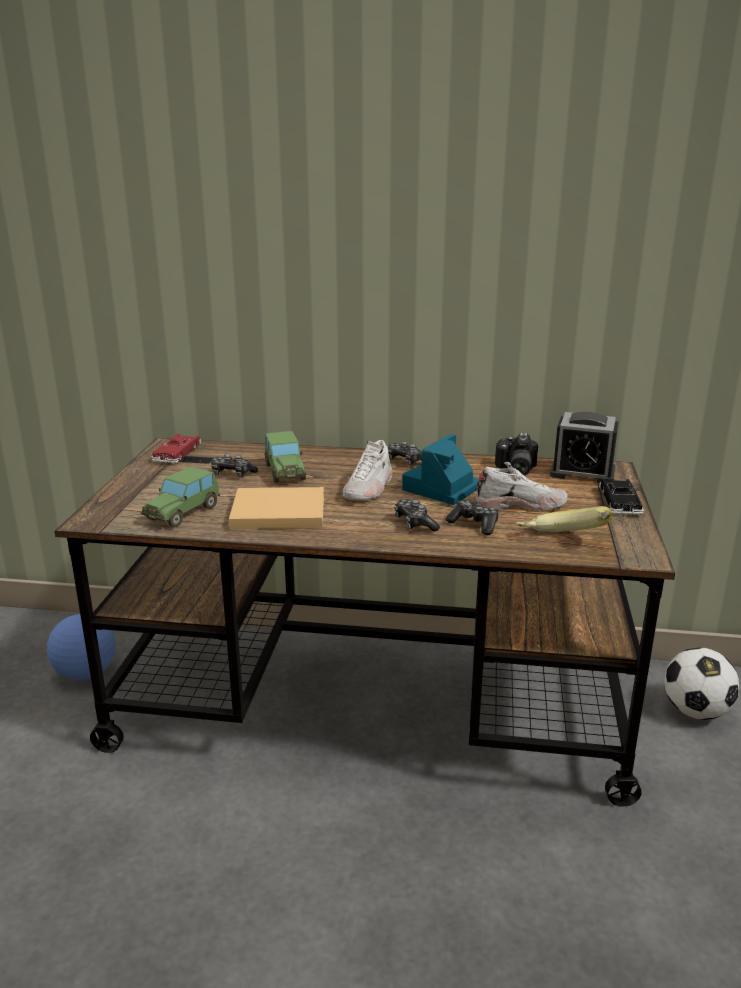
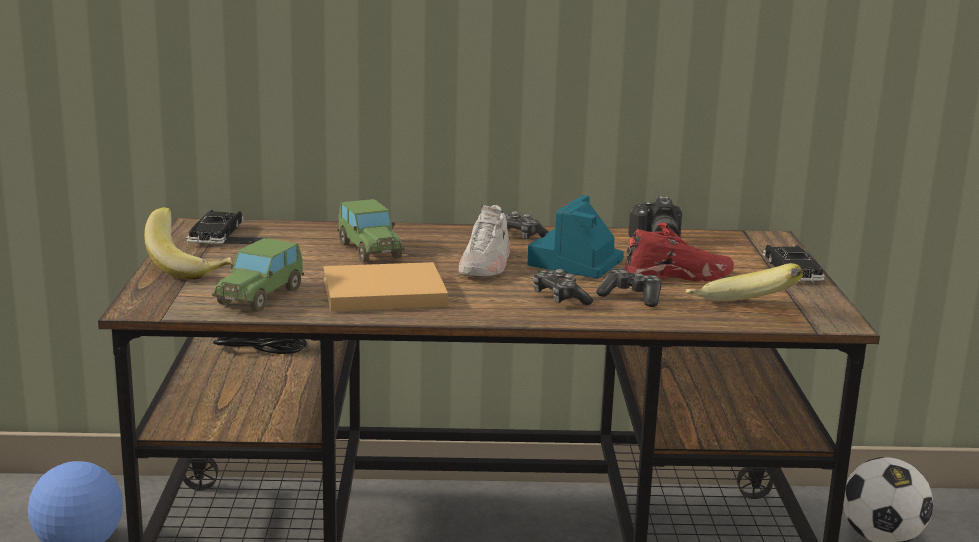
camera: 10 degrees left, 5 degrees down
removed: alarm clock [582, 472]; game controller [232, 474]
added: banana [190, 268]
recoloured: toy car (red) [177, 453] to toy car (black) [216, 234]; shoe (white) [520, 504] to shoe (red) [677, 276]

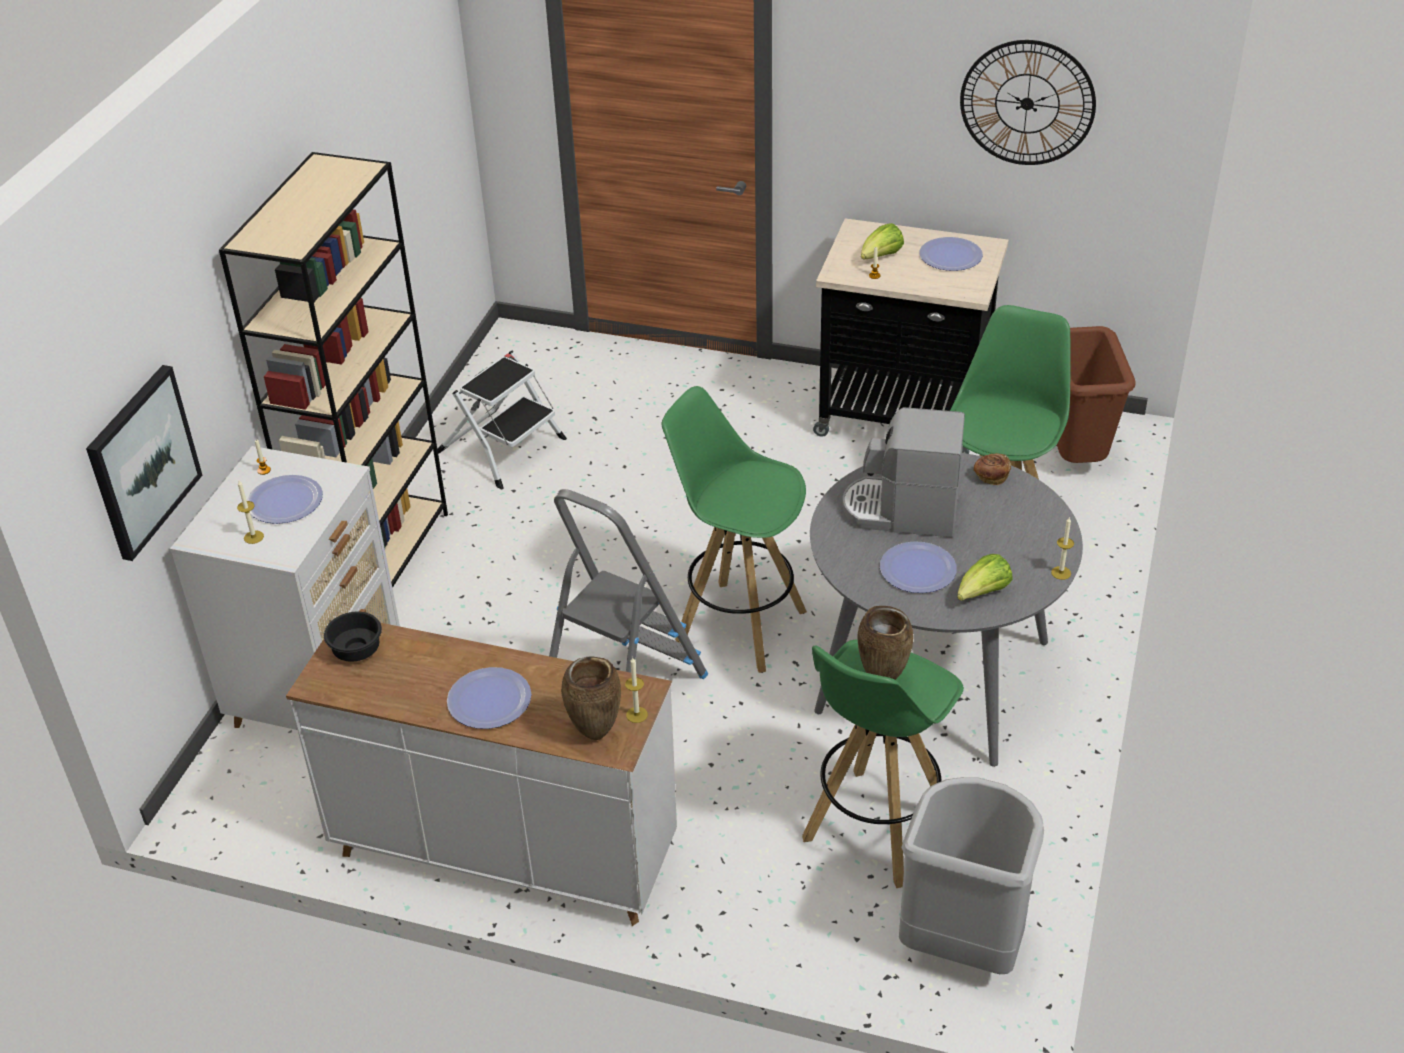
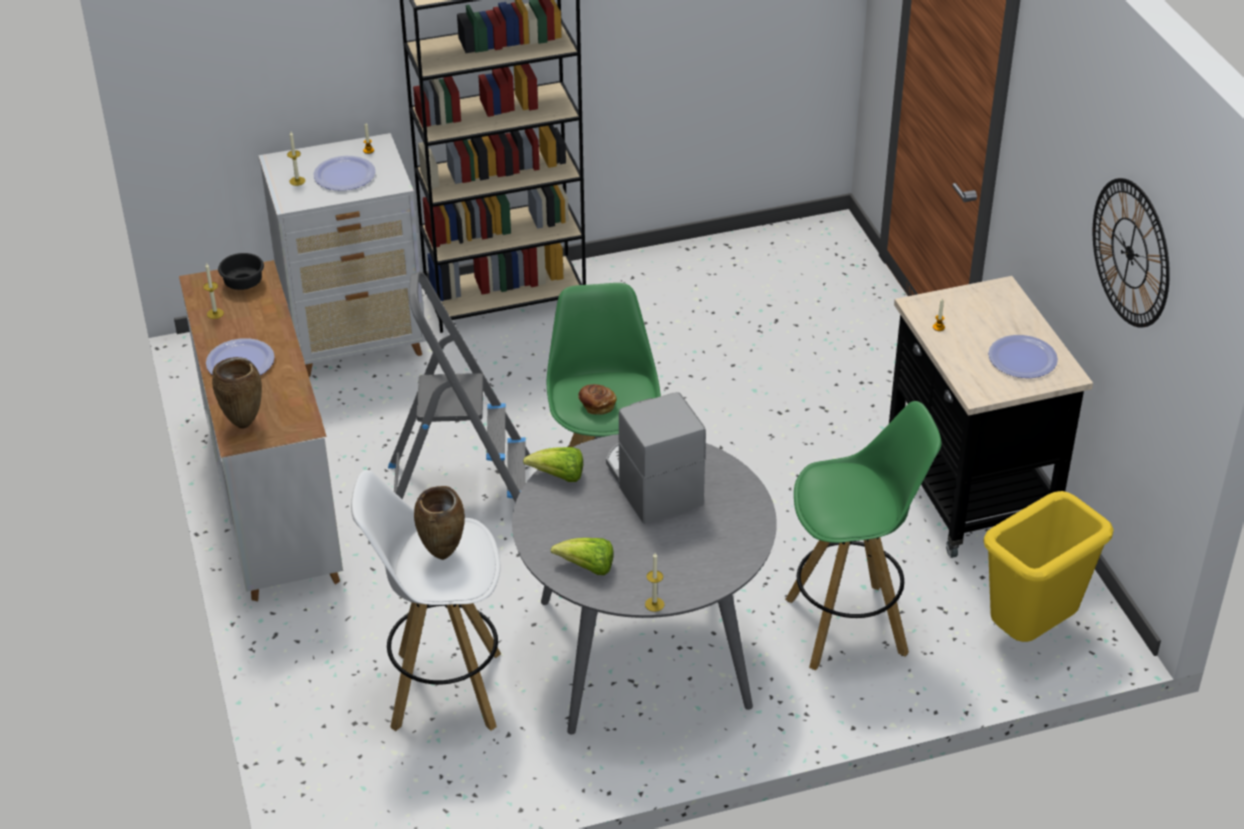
camera: 55 degrees right, 0 degrees up
removed: step ladder [501, 448]; picture [142, 461]; plate [917, 569]; trash can (grey) [962, 944]
moved: lettuce [881, 257] to [559, 476]; bread [991, 476] to [596, 405]; candle [636, 714] to [215, 313]
recoloured: trash can (brown) [1075, 458] to trash can (yellow) [1031, 631]; stool (green) [874, 828] to stool (white) [443, 689]

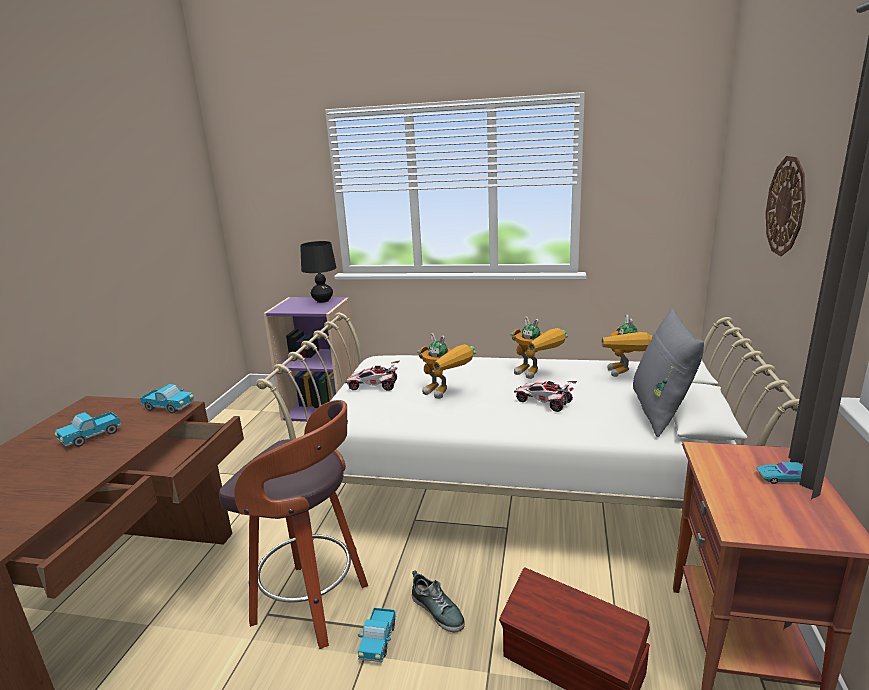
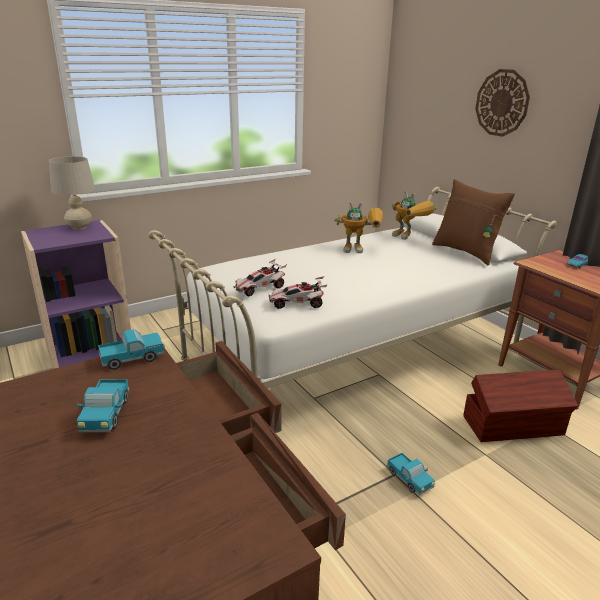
camera: 45 degrees left, 5 degrees up
removed: toy robot [446, 394]; stool [314, 604]; shoe [438, 610]
moved: toy car [543, 403] to [297, 304]
recoloured: table lamp (black) [323, 301] to table lamp (beige) [79, 227]; pillow (grey) [660, 412] to pillow (brown) [465, 253]

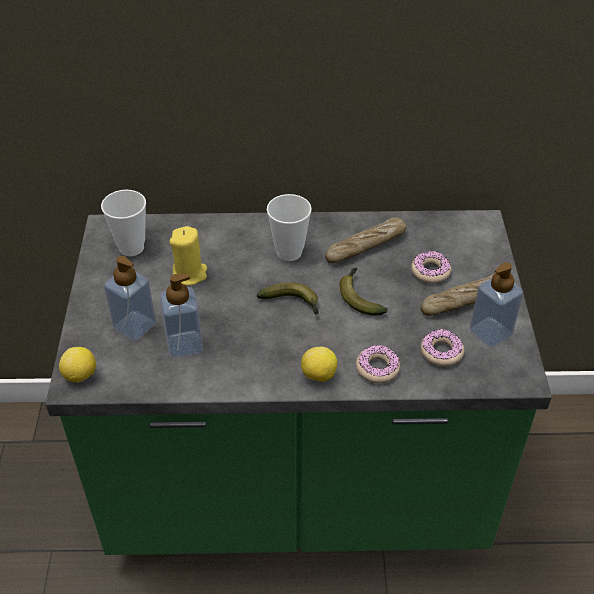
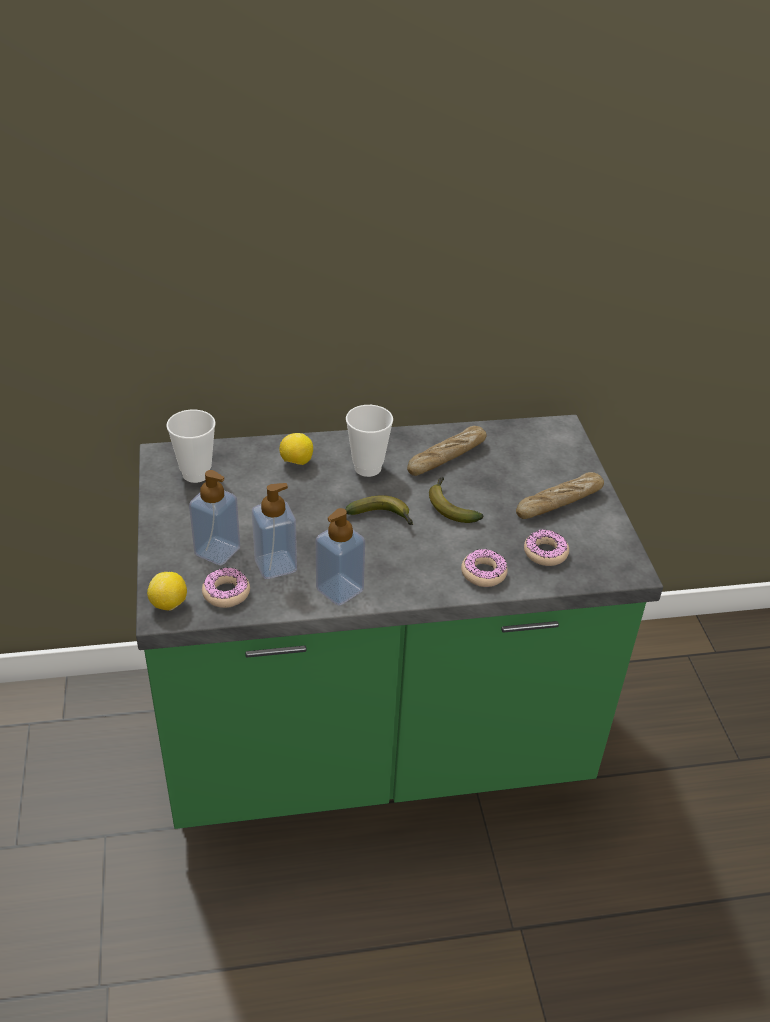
camera: 10 degrees left, 5 degrees down
removed: candle (yellow) [189, 274]
moved: donut [430, 272] to [226, 593]; soap dispenser [490, 332] to [339, 590]; lemon [318, 375] to [296, 462]

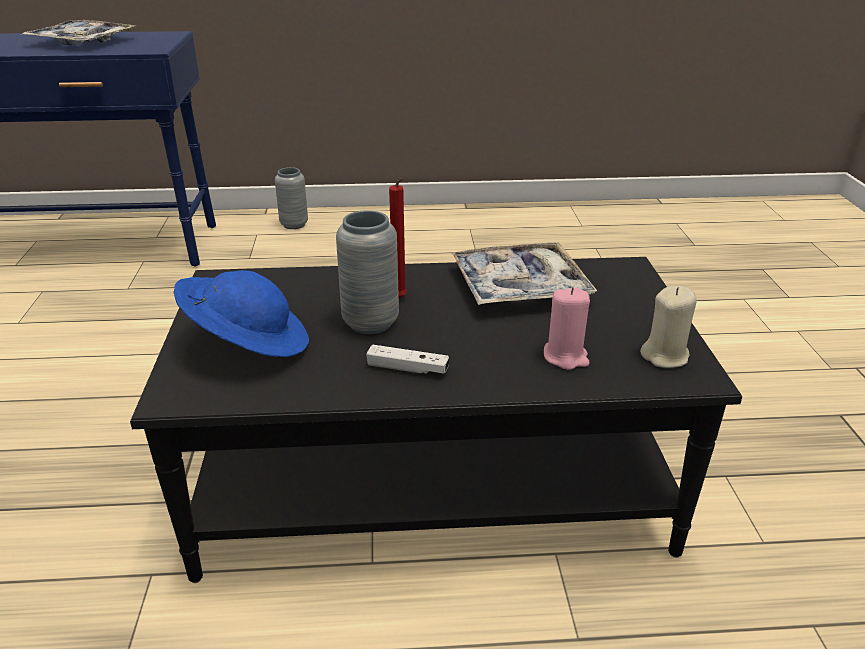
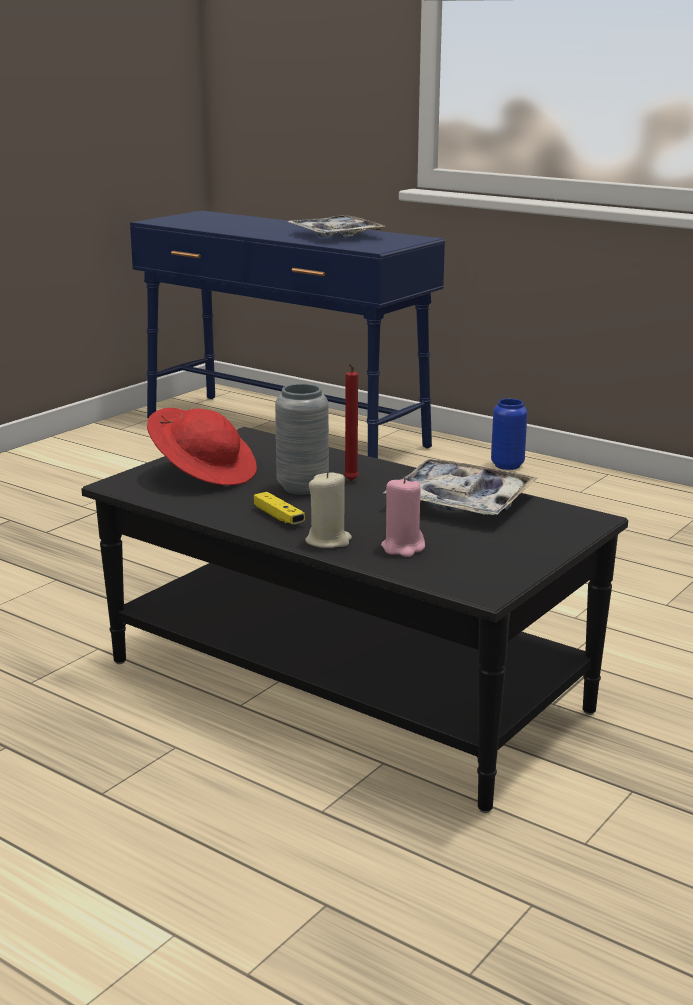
camera: 40 degrees right, 10 degrees down
moved: candle (beige) [665, 356] to [328, 541]
recoloured: vase (grey) [294, 225] to vase (blue) [507, 465]; hat (blue) [247, 343] to hat (red) [204, 473]; game controller (white) [407, 368] to game controller (yellow) [279, 517]

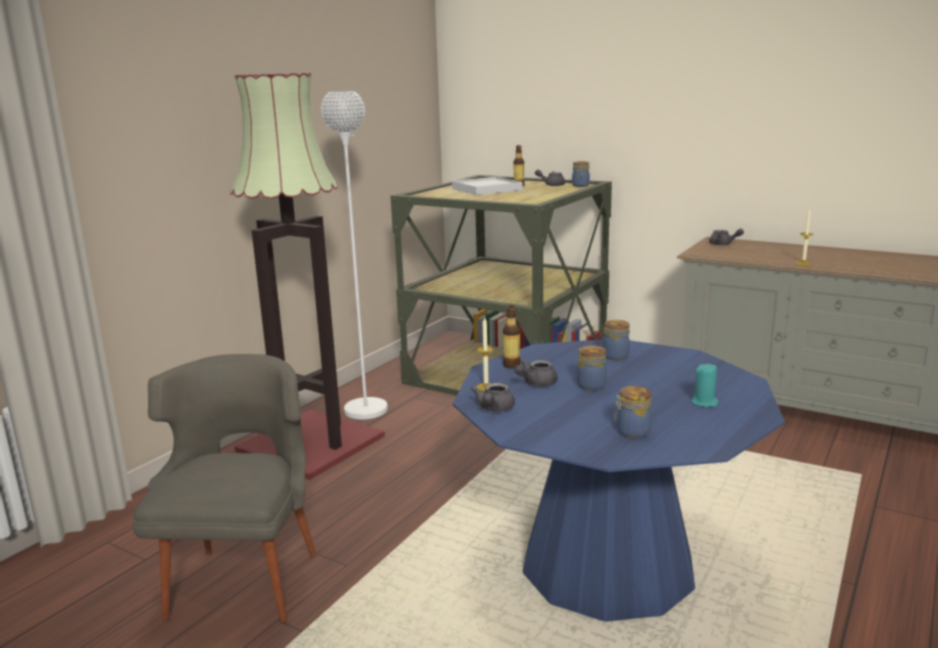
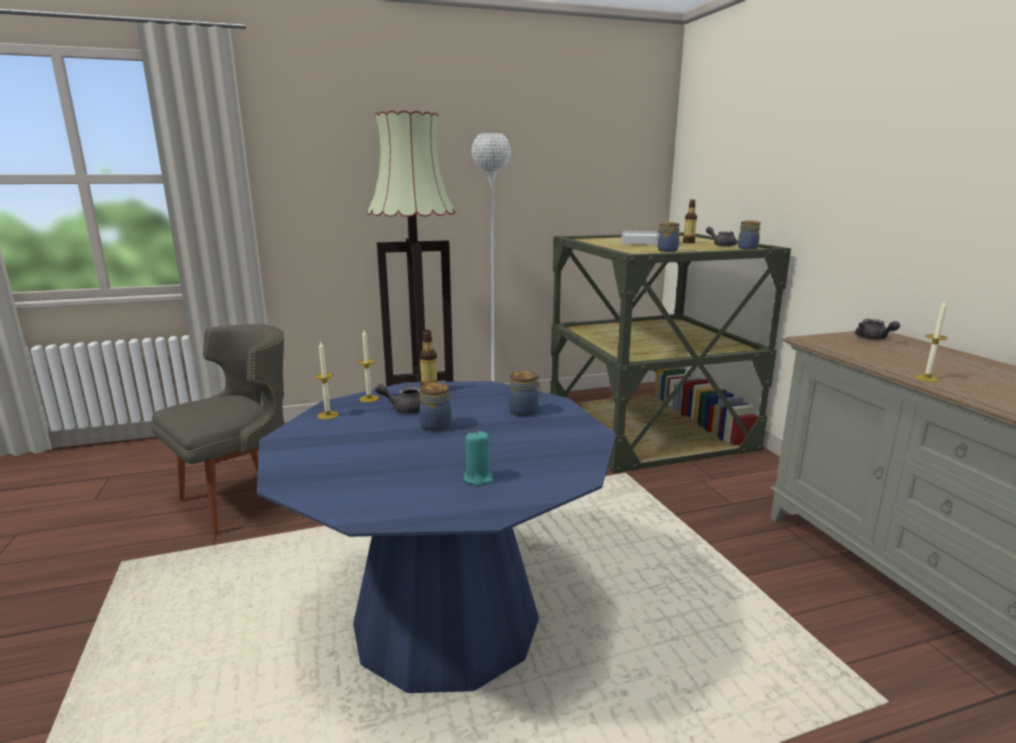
camera: 40 degrees right, 0 degrees up
moved: jar [632, 432] to [666, 251]
replaced: teapot (grey) [494, 409] to candle [328, 415]

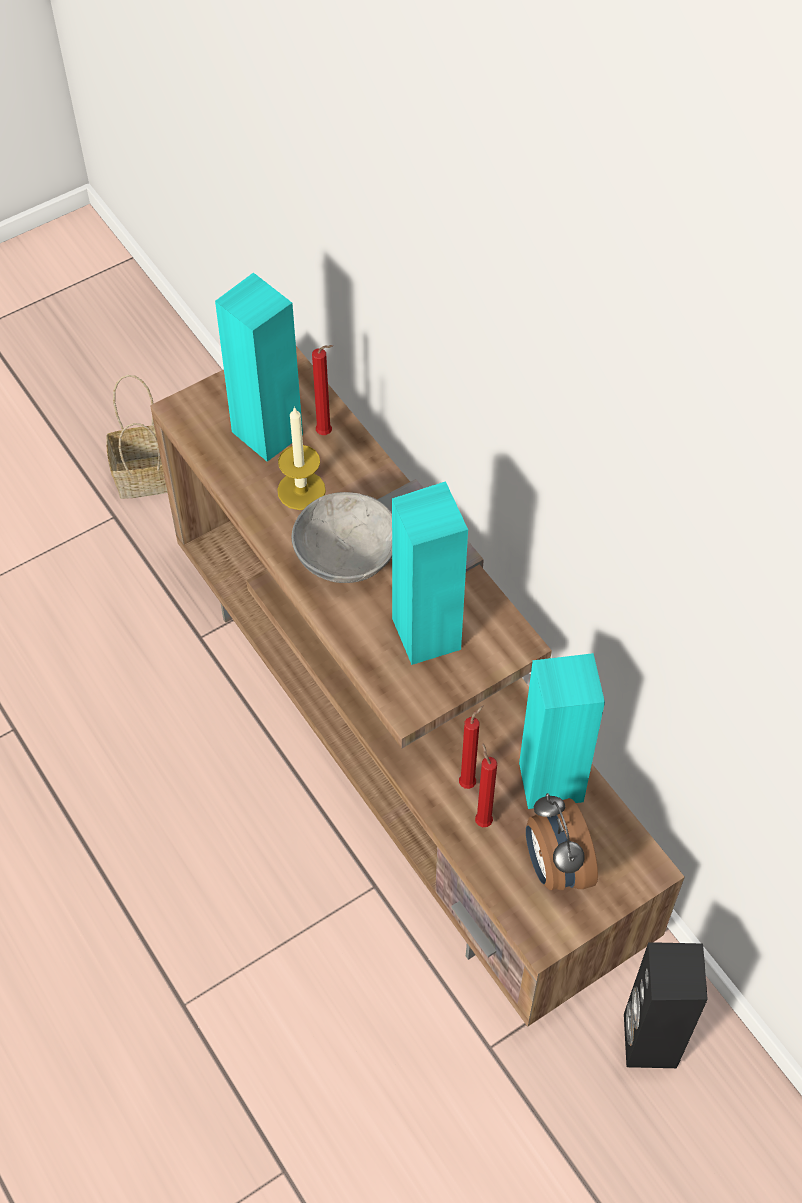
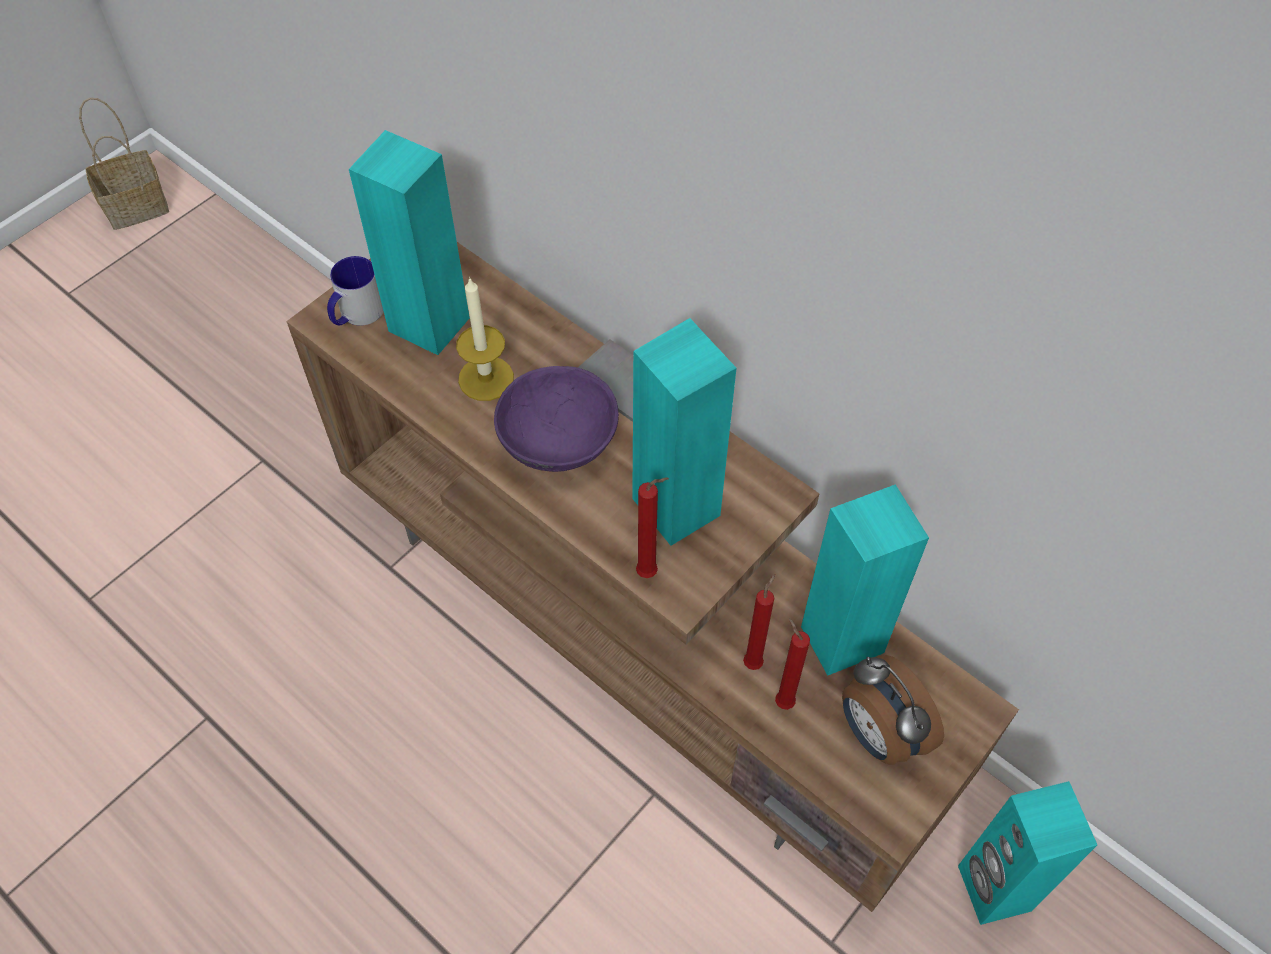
camera: 15 degrees left, 0 degrees up
added: mug [356, 314]
moved: candle (red) [326, 433] to [650, 573]; basket [148, 475] to [138, 205]
recoloured: bowl (grey) [345, 555] to bowl (purple) [557, 439]; speaker (black) [648, 1040] to speaker (turquoise) [993, 888]

